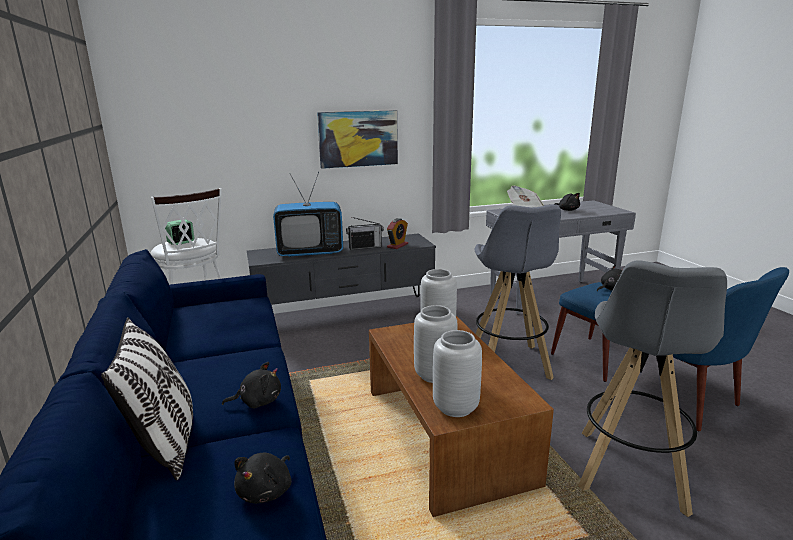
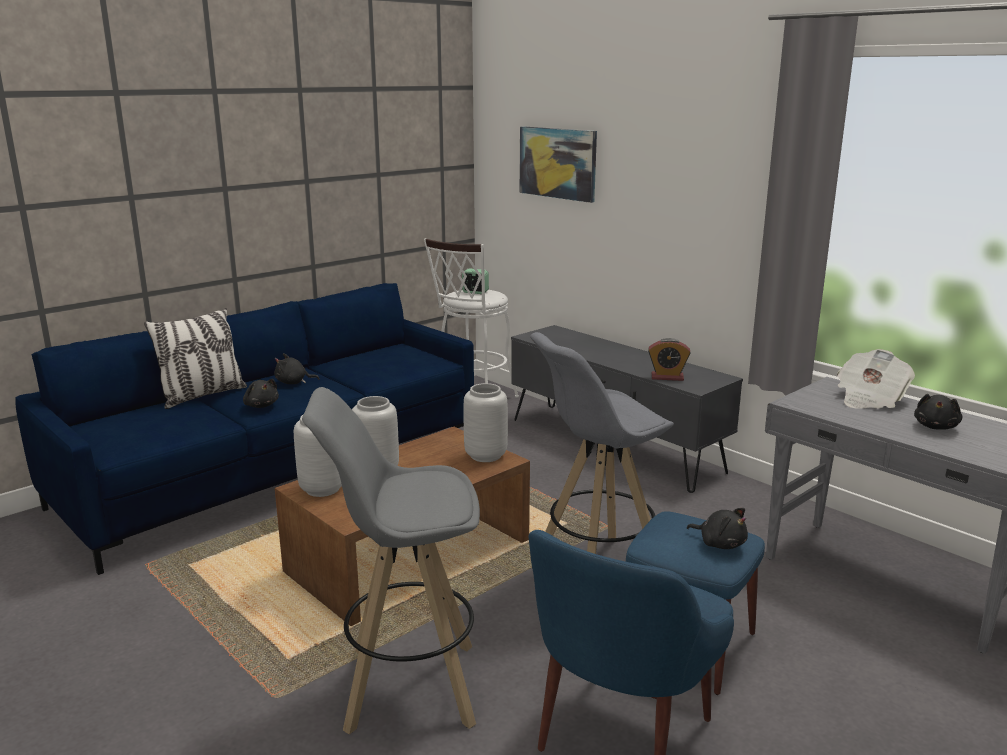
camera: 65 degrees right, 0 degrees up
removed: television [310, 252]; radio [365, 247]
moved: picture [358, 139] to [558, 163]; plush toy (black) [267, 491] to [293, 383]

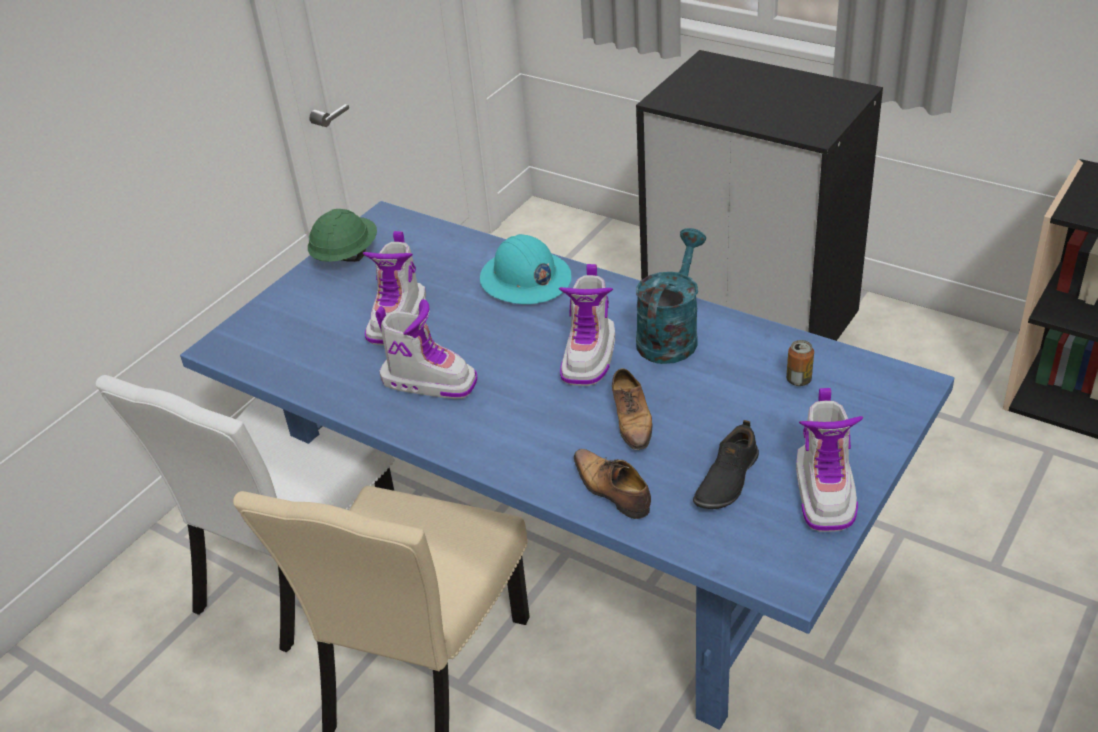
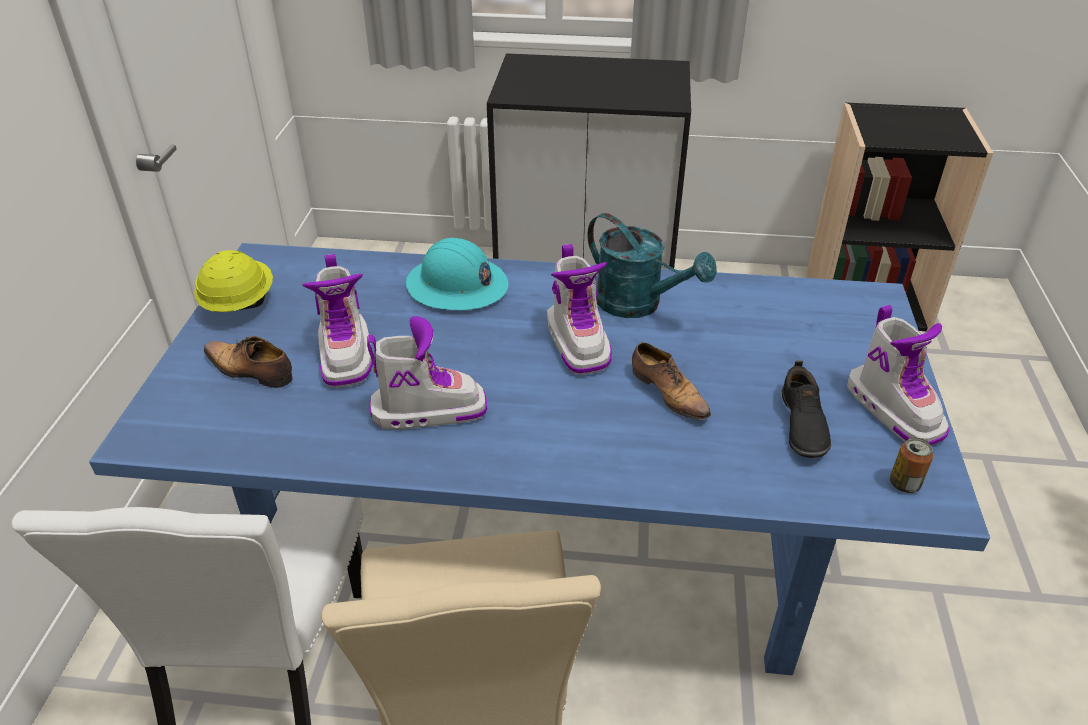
camera: 30 degrees left, 0 degrees up
moved: can [798, 380] to [904, 484]; shoe [612, 490] to [250, 371]
recoloured: hard hat (green) [345, 256] to hard hat (yellow) [238, 304]
turned: watering can (turquoise) [670, 334] = [638, 305] 135 degrees clockwise

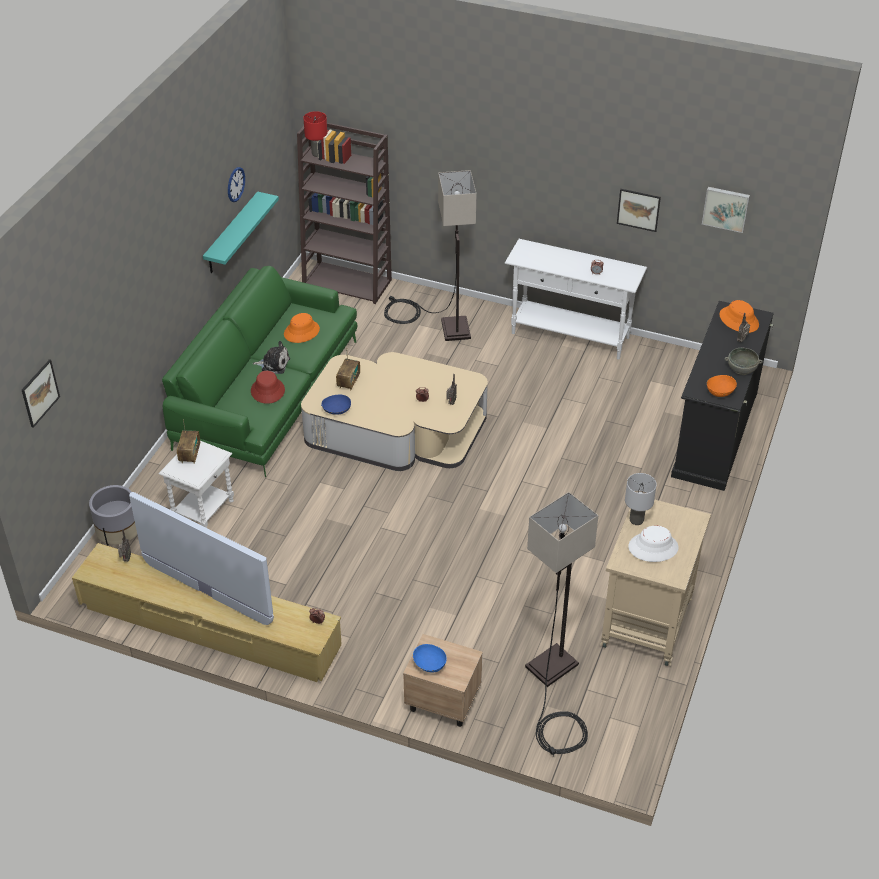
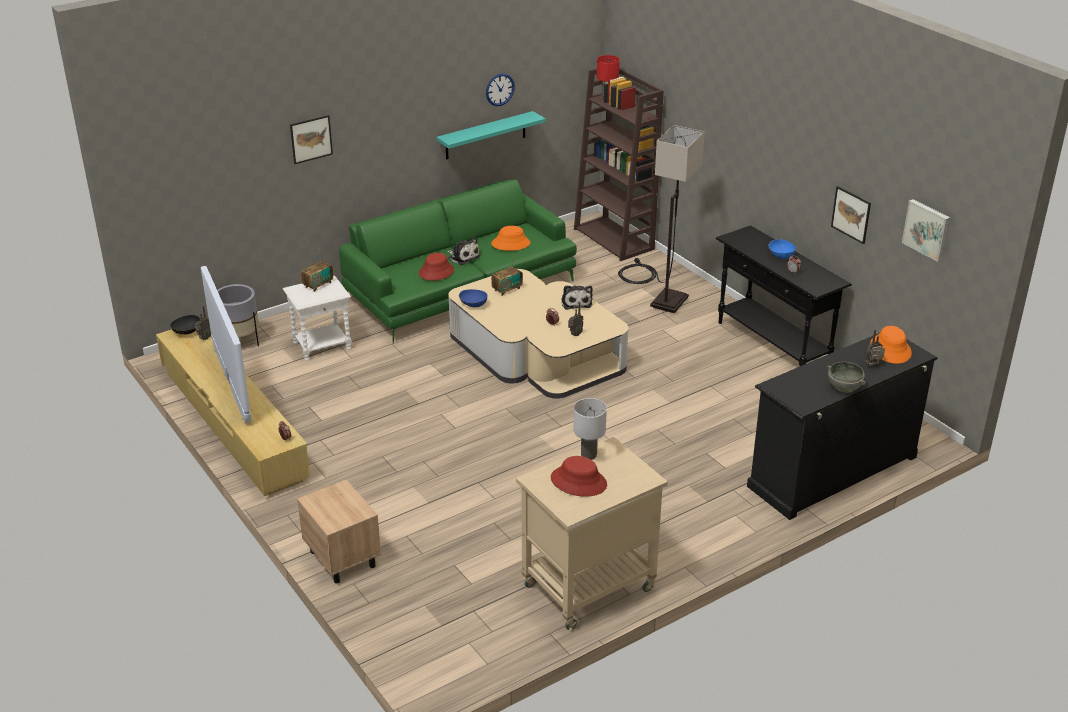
camera: 35 degrees right, 10 degrees down
removed: bowl (orange) [720, 392]; floor lamp [555, 702]
added: plush toy [576, 302]; bowl (black) [187, 332]
moved: picture [40, 393] to [311, 139]; bowl (blue) [429, 665] to [780, 256]
recoloured: console table (white) [570, 336] to console table (black) [772, 344]; hat (white) [653, 547] to hat (red) [578, 481]

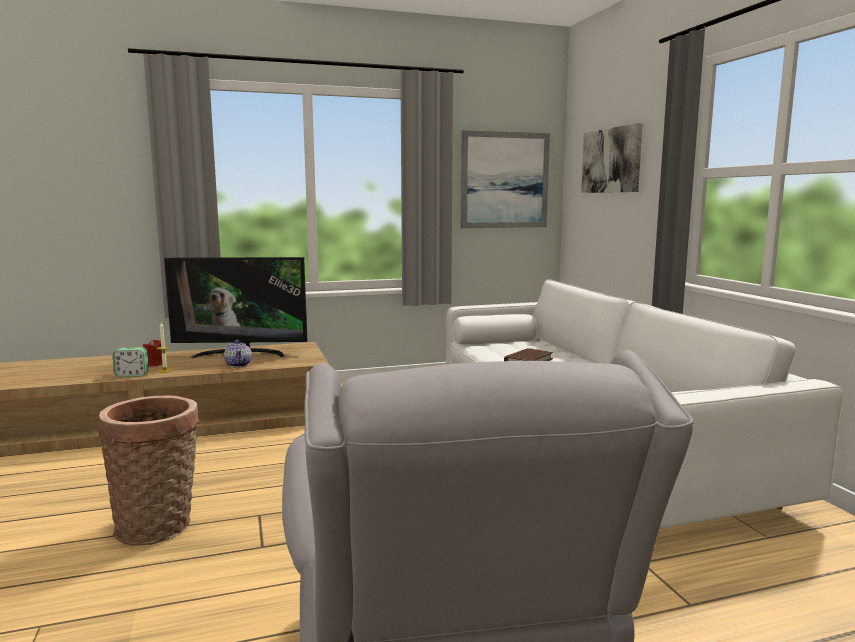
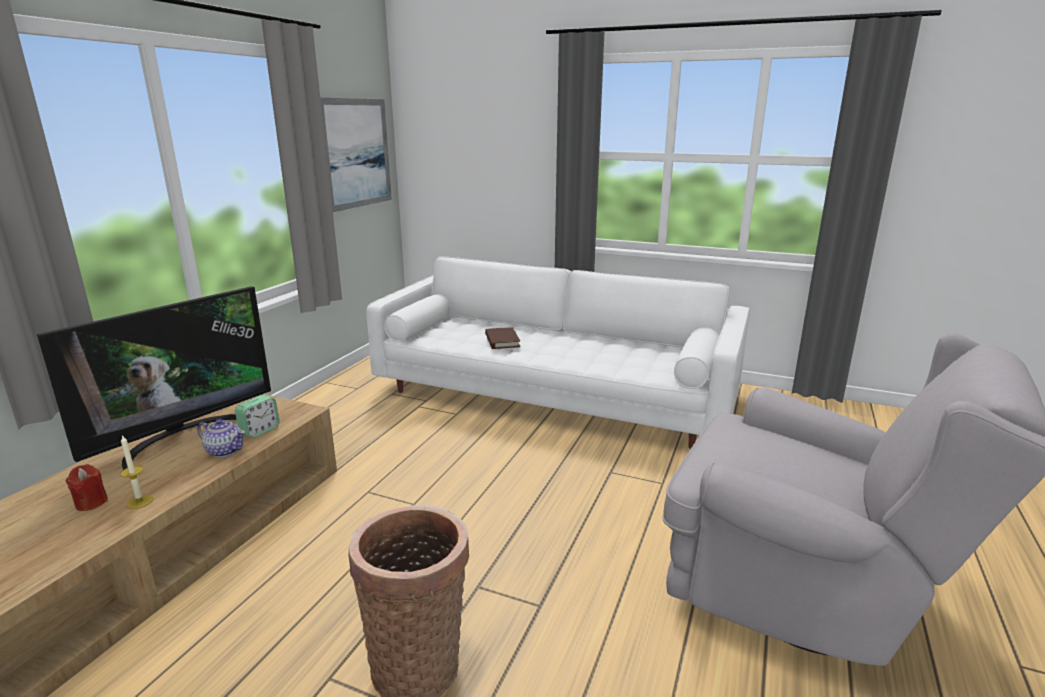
camera: 50 degrees left, 10 degrees up
removed: picture [611, 160]
moved: alarm clock [132, 375] to [260, 430]

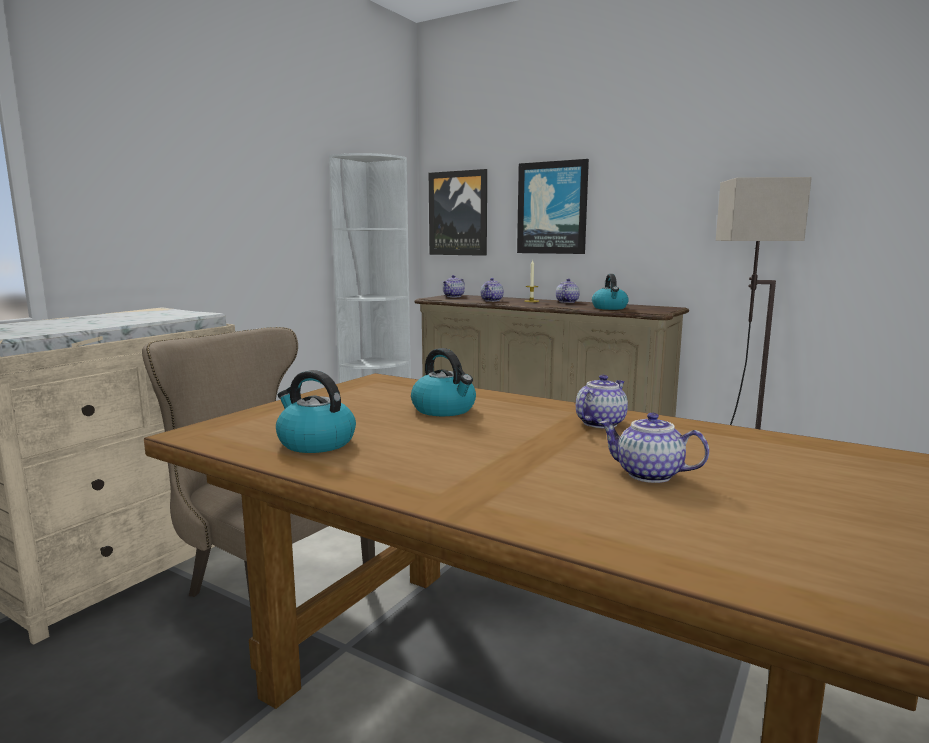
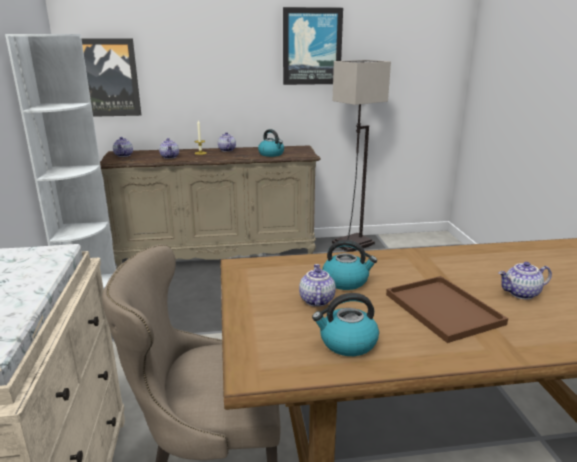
camera: 40 degrees left, 10 degrees up
added: tray (brown) [441, 308]
moved: picture [552, 208] to [312, 46]; teapot [599, 423] to [316, 300]

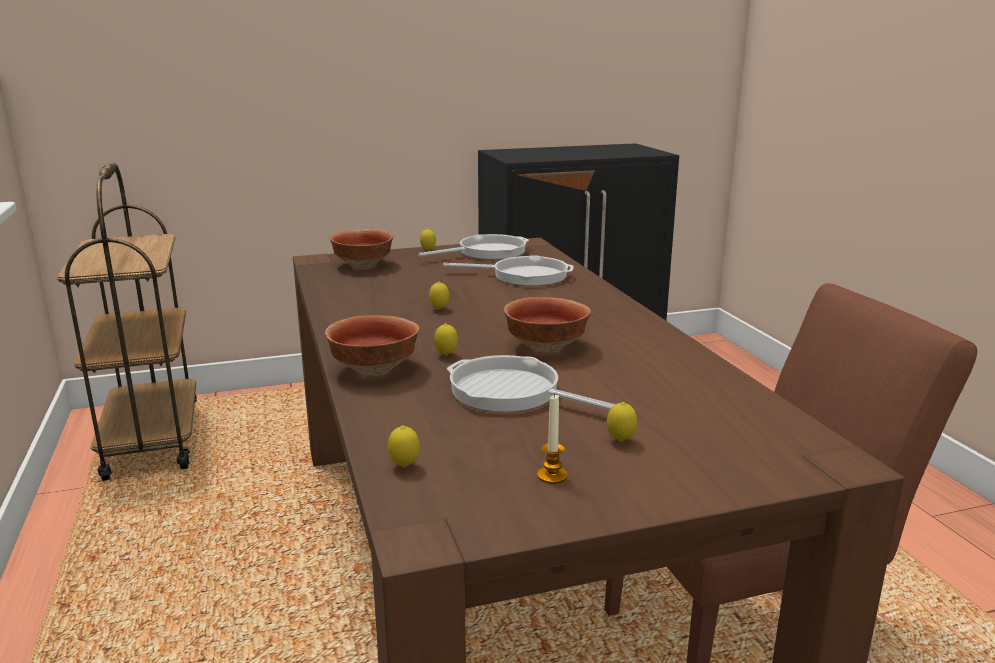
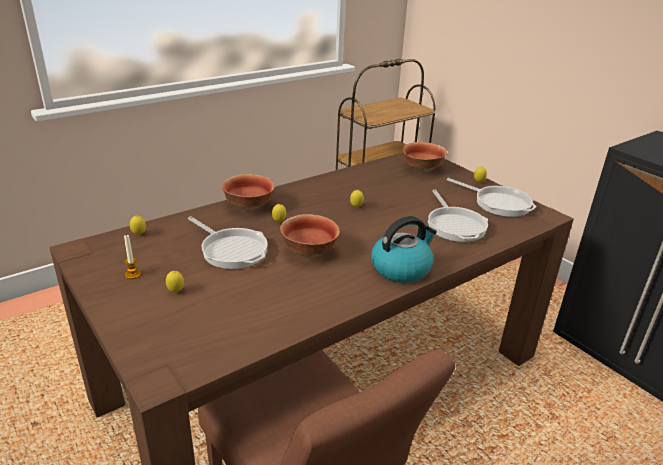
camera: 70 degrees right, 10 degrees up
added: kettle [401, 268]
turned: frying pan [512, 393] = [231, 250] 120 degrees clockwise

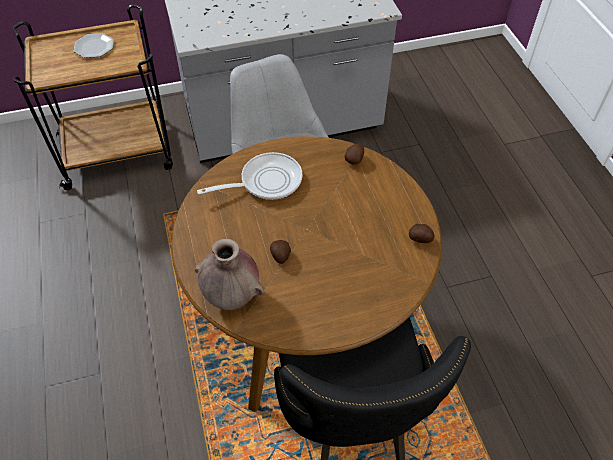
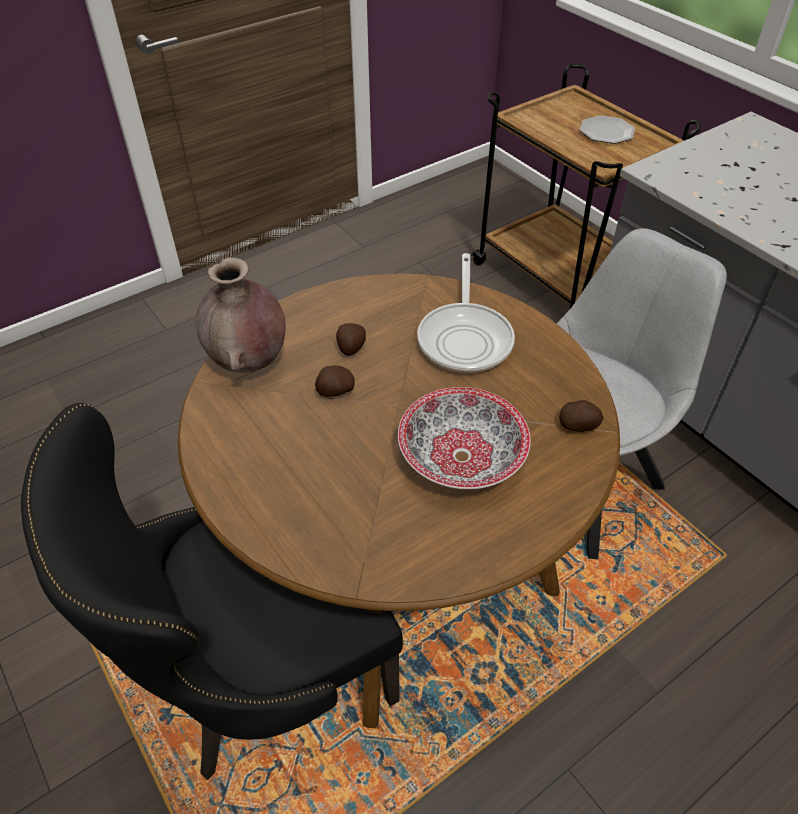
camera: 70 degrees right, 5 degrees down
added: bowl [461, 456]
moved: potato [420, 239] to [350, 348]
turned: frying pan [265, 181] = [465, 337] 45 degrees clockwise

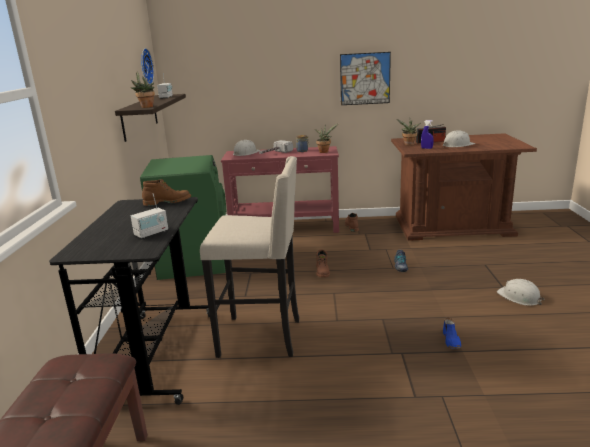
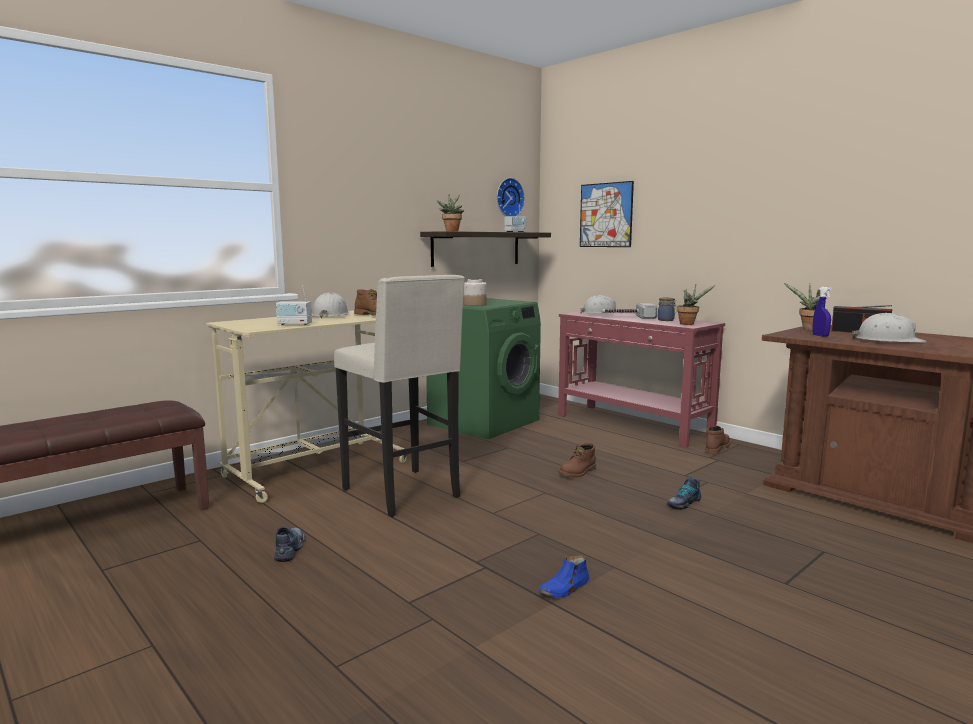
camera: 45 degrees right, 10 degrees down
added: jar [474, 304]; shoe [290, 549]
moved: picture [365, 79] to [606, 215]; hard hat (white) [519, 297] to [331, 315]
recoloured: desk (black) [157, 355] to desk (beige) [316, 469]

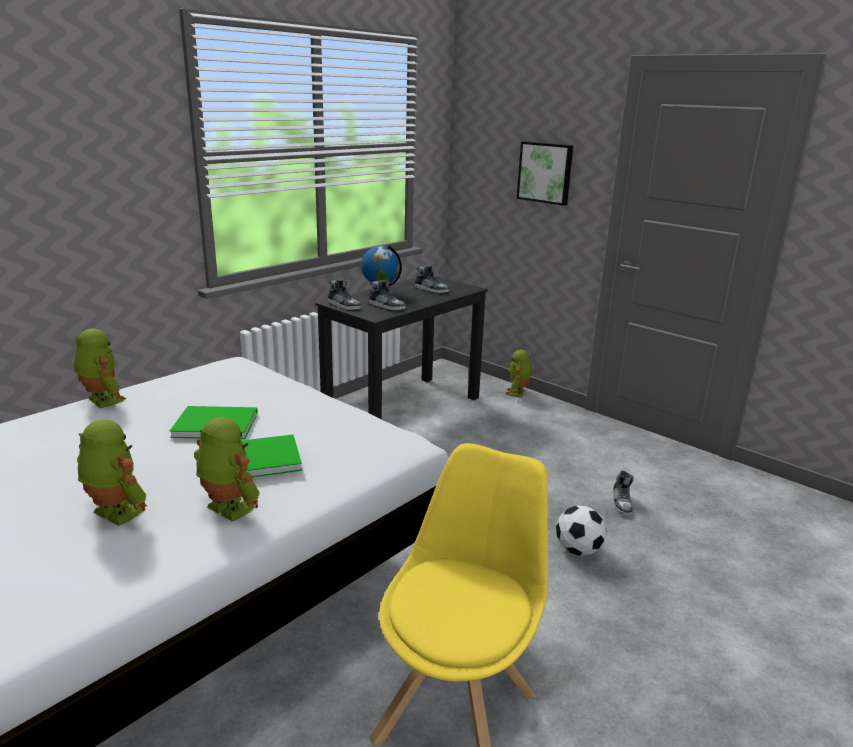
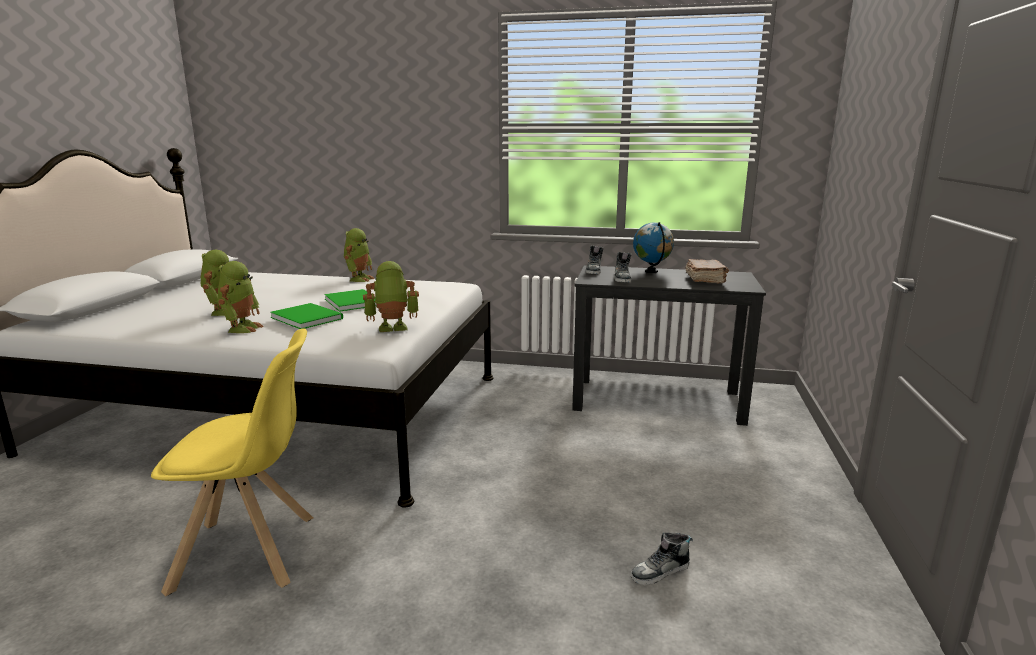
camera: 60 degrees right, 5 degrees down
removed: picture [545, 172]; football [578, 550]
moved: toy robot [518, 393] to [392, 329]
replaced: shoe [431, 289] to book (brown) [705, 280]

